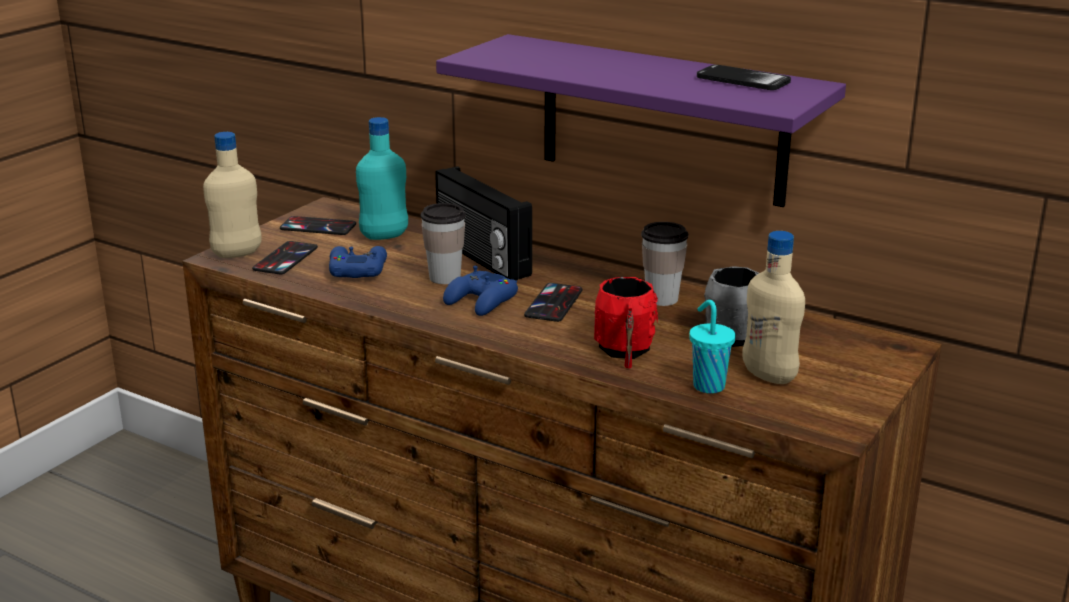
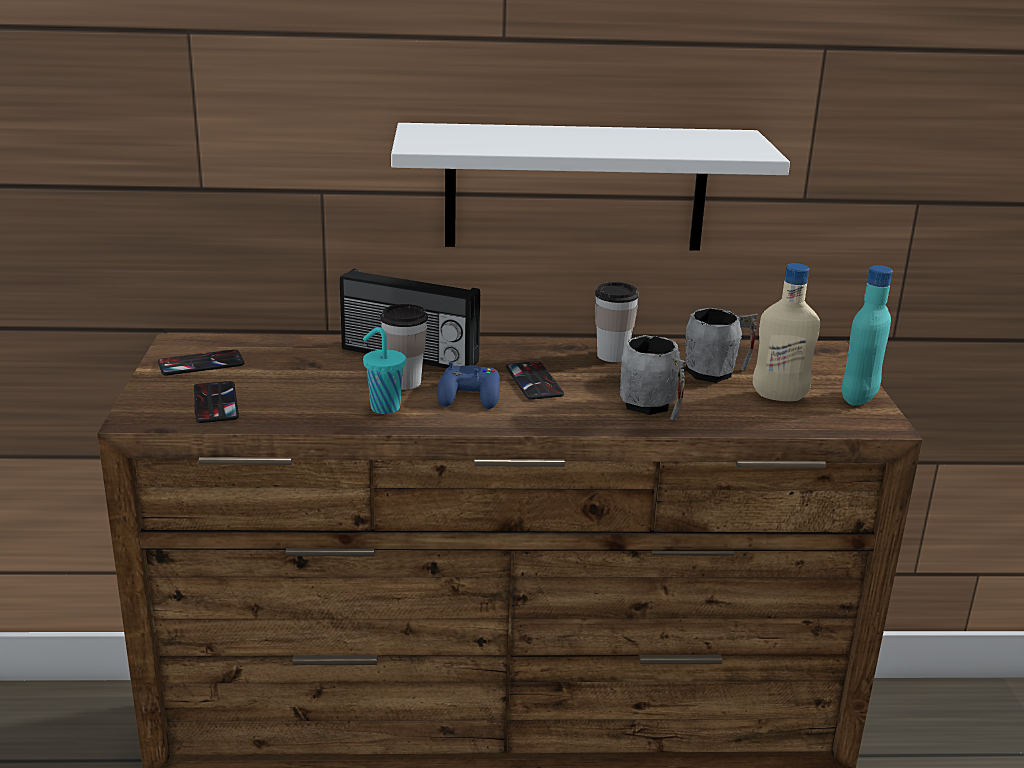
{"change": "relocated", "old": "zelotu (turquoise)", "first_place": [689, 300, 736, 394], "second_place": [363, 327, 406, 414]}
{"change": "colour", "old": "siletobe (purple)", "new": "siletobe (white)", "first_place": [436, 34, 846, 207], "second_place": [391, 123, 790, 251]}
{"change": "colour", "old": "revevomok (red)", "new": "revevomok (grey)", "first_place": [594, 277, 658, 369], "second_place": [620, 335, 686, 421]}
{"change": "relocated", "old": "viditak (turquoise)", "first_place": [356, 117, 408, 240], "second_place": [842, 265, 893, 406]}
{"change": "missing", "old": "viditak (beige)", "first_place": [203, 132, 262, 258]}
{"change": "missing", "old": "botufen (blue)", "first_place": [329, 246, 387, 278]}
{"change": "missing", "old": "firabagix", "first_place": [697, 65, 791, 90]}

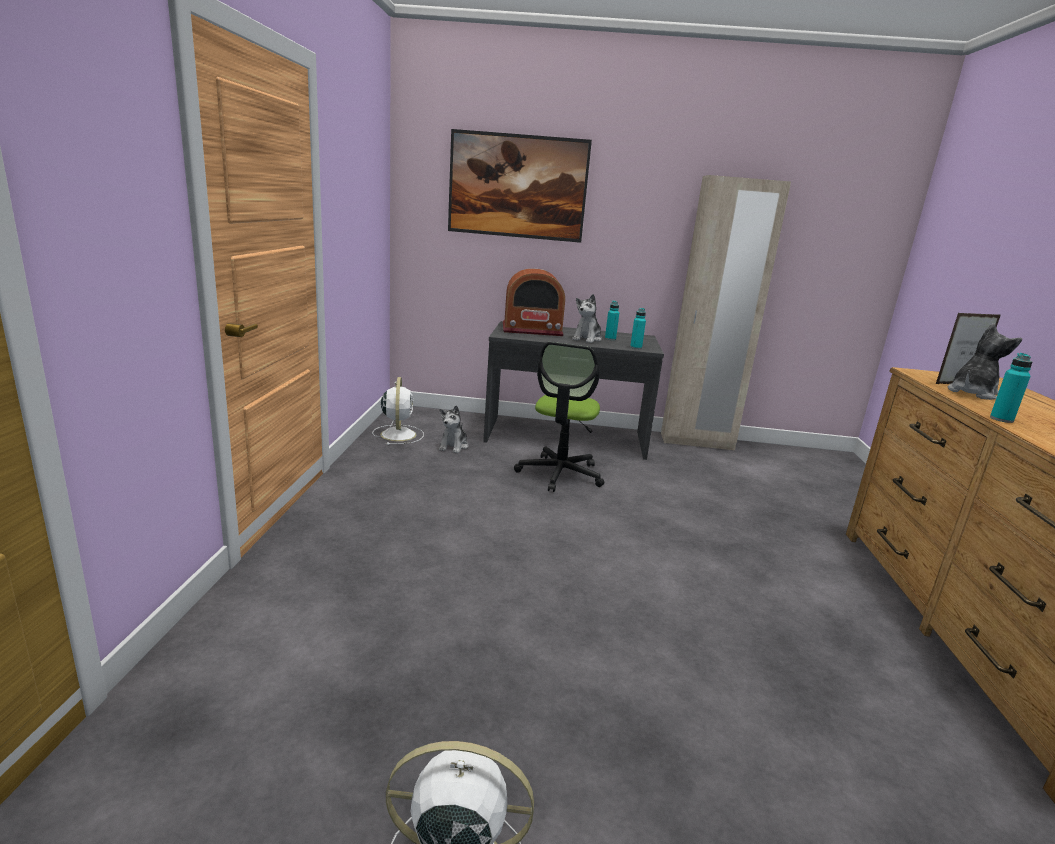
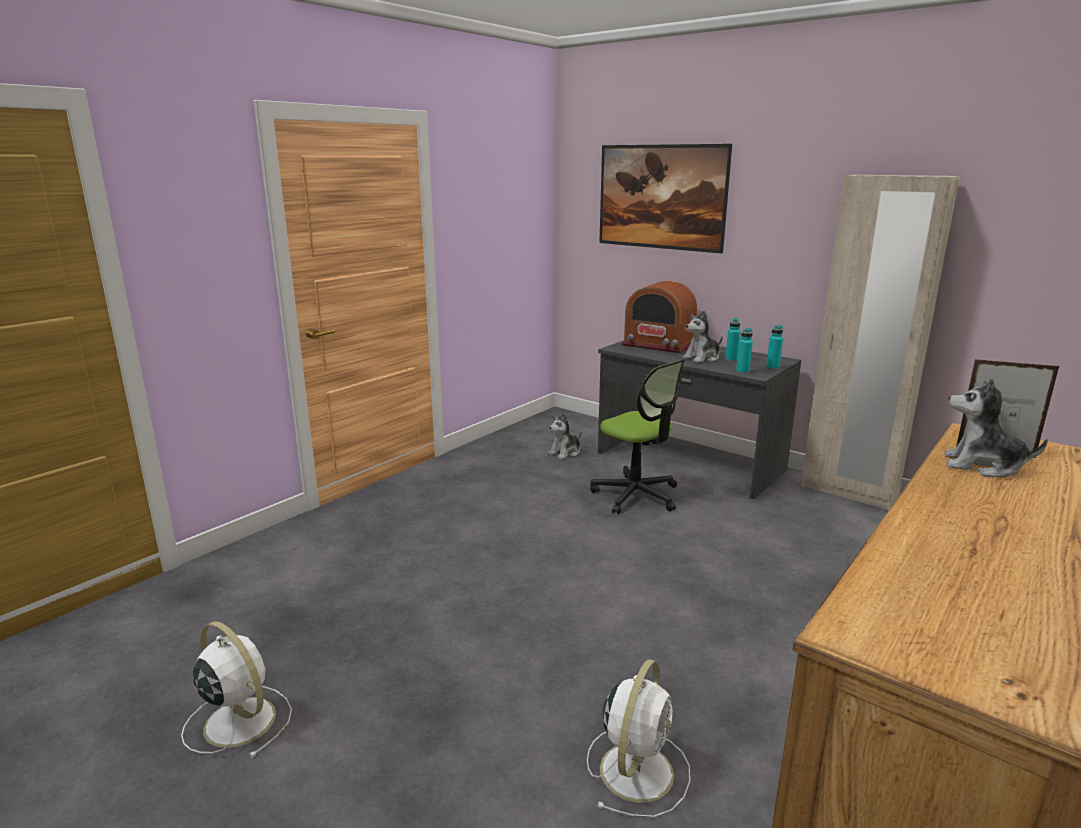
{"change": "relocated", "old": "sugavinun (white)", "first_place": [372, 377, 424, 445], "second_place": [587, 659, 690, 817]}
{"change": "spun", "old": "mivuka", "first_place": [514, 342, 604, 492], "second_place": [590, 359, 685, 514], "degrees": -90}
{"change": "relocated", "old": "viditak (turquoise)", "first_place": [990, 353, 1032, 423], "second_place": [766, 325, 783, 370]}
{"change": "spun", "old": "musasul", "first_place": [948, 323, 1022, 400], "second_place": [945, 378, 1048, 477], "degrees": -150}

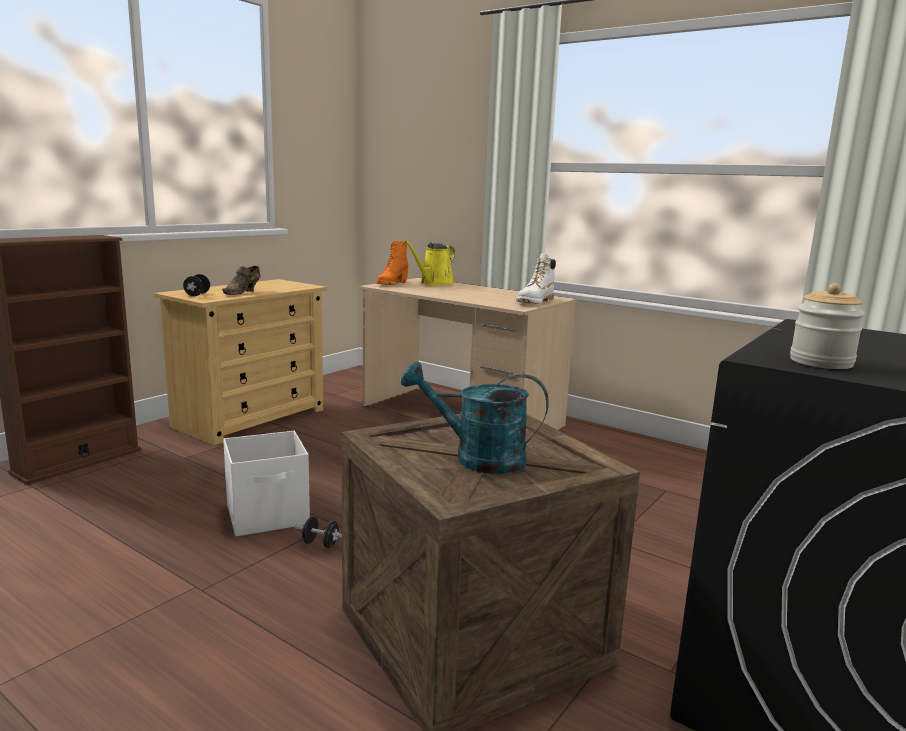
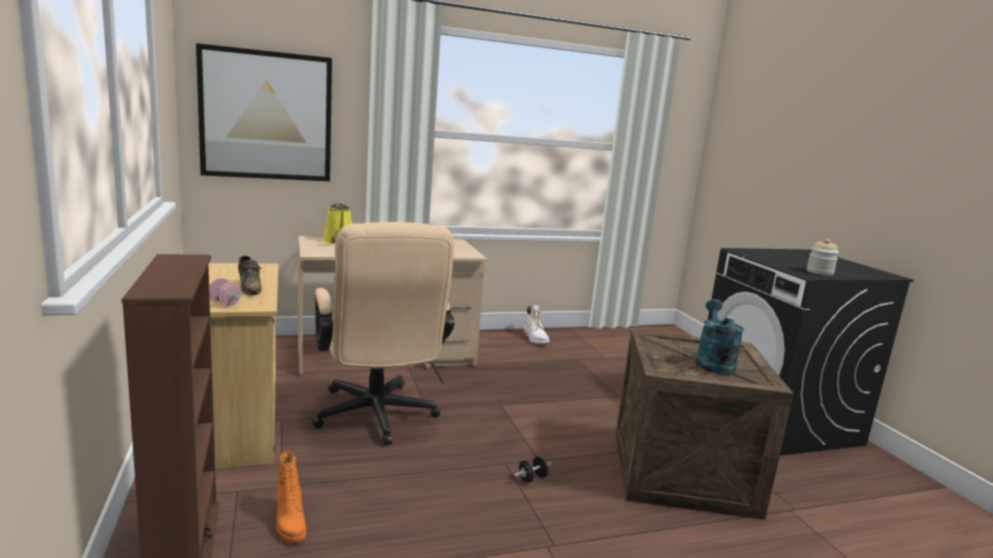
{"change": "appeared", "new": "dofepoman", "second_place": [196, 43, 332, 181]}
{"change": "colour", "old": "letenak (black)", "new": "letenak (pink)", "first_place": [183, 274, 210, 296], "second_place": [209, 278, 242, 306]}
{"change": "relocated", "old": "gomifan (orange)", "first_place": [376, 241, 408, 285], "second_place": [276, 451, 306, 543]}
{"change": "appeared", "new": "mivuka (beige)", "second_place": [312, 222, 455, 445]}
{"change": "relocated", "old": "gomifan (white)", "first_place": [516, 253, 556, 304], "second_place": [524, 305, 550, 344]}
{"change": "spun", "old": "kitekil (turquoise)", "first_place": [401, 361, 549, 474], "second_place": [695, 299, 744, 374], "degrees": 135}
{"change": "missing", "old": "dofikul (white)", "first_place": [223, 431, 310, 536]}

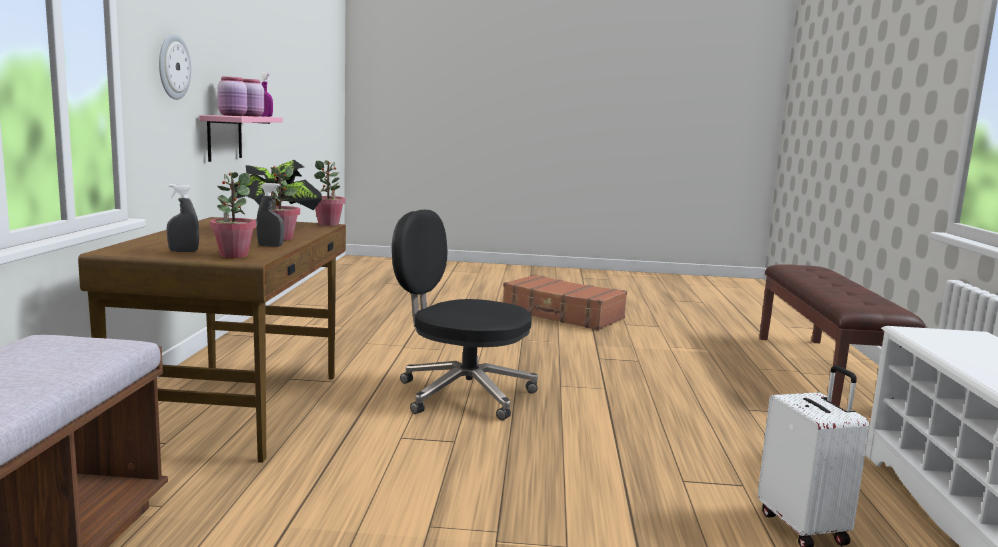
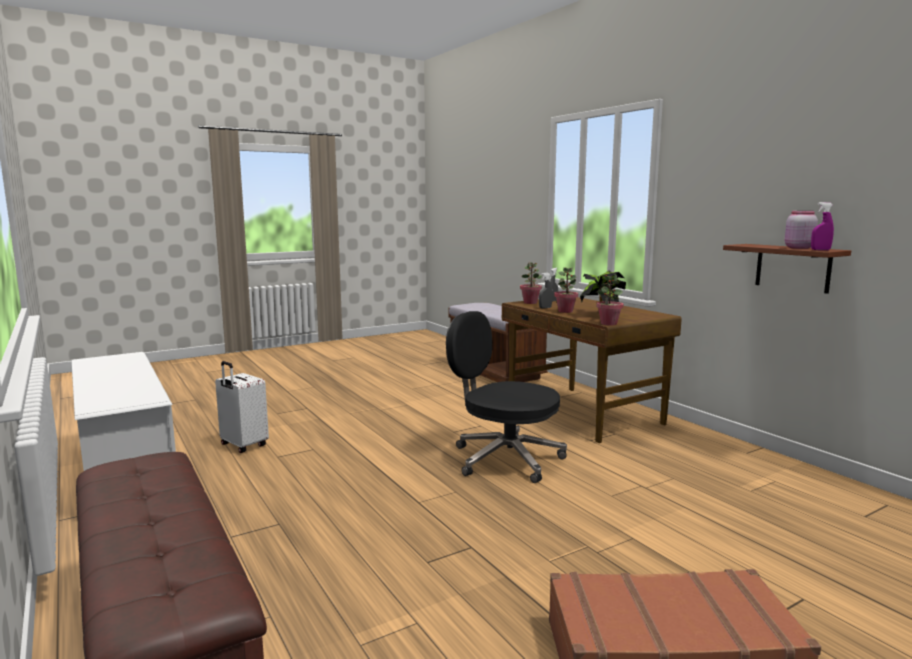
{"change": "spun", "old": "mivuka (black)", "first_place": [392, 210, 538, 420], "second_place": [446, 311, 567, 483], "degrees": -135}
{"change": "colour", "old": "siletobe (pink)", "new": "siletobe (brown)", "first_place": [199, 115, 283, 162], "second_place": [723, 244, 851, 294]}
{"change": "missing", "old": "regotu", "first_place": [159, 34, 191, 100]}
{"change": "missing", "old": "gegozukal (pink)", "first_place": [217, 77, 247, 116]}

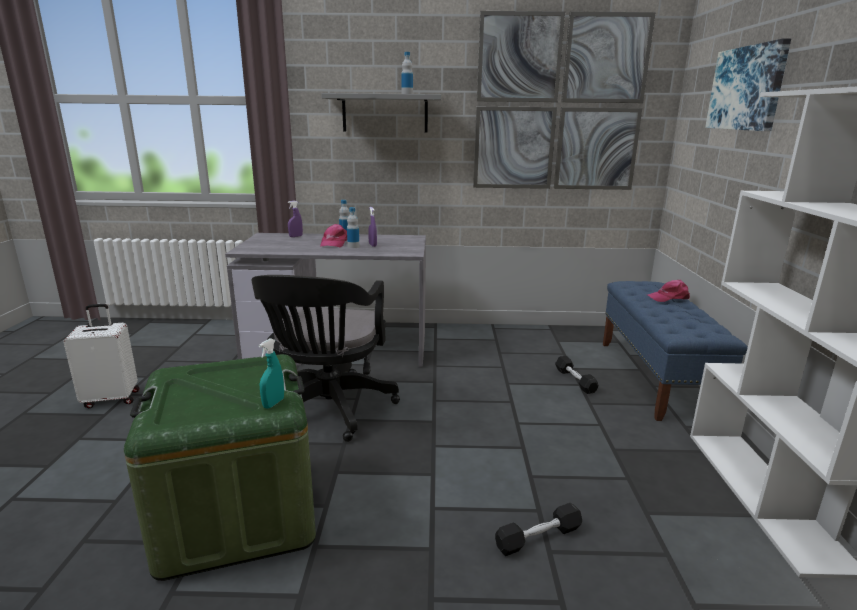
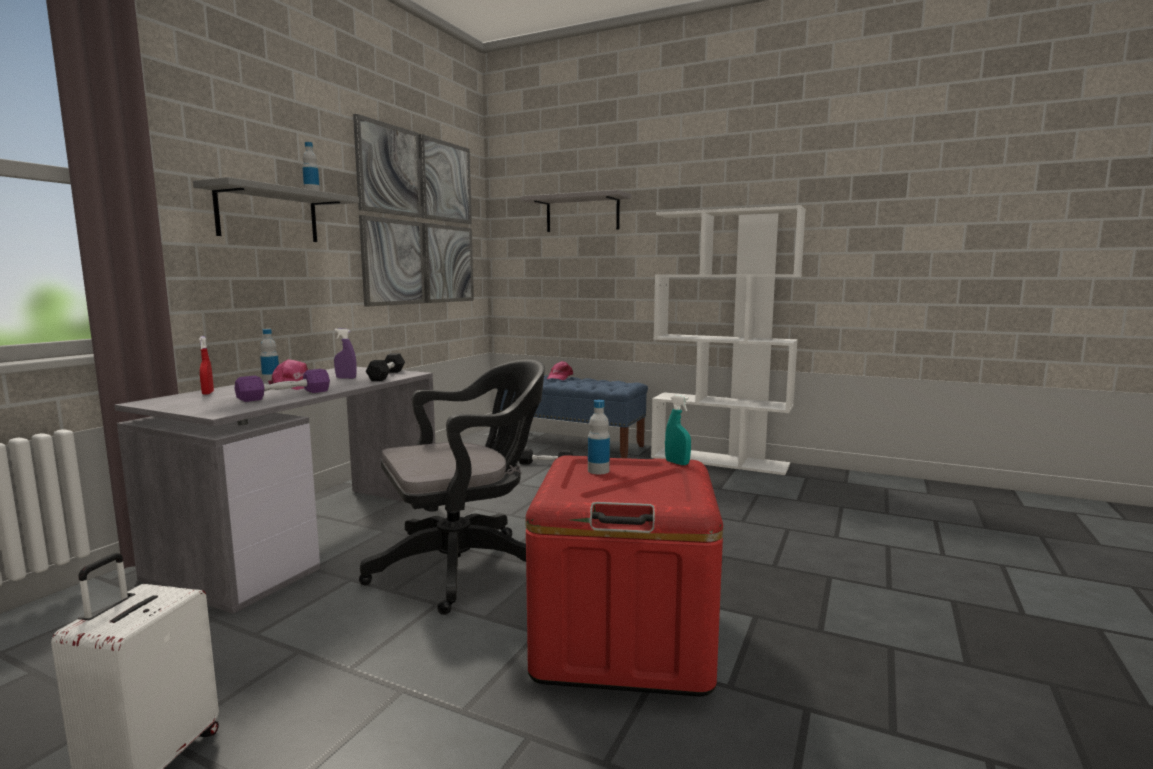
{"change": "colour", "old": "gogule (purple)", "new": "gogule (red)", "first_place": [288, 201, 303, 237], "second_place": [199, 336, 214, 395]}
{"change": "appeared", "new": "letenak (purple)", "second_place": [235, 369, 330, 402]}
{"change": "spun", "old": "mivuka (black)", "first_place": [251, 275, 400, 442], "second_place": [359, 359, 545, 615], "degrees": -60}
{"change": "relocated", "old": "letenak (black)", "first_place": [495, 503, 582, 556], "second_place": [366, 353, 405, 381]}
{"change": "exchanged", "old": "dofepoman", "new": "siletobe (grey)", "first_place": [705, 38, 791, 131], "second_place": [520, 190, 631, 232]}
{"change": "colour", "old": "dofikul (green)", "new": "dofikul (red)", "first_place": [124, 354, 316, 581], "second_place": [526, 455, 723, 697]}
{"change": "relocated", "old": "viditak", "first_place": [347, 207, 359, 248], "second_place": [588, 400, 610, 474]}

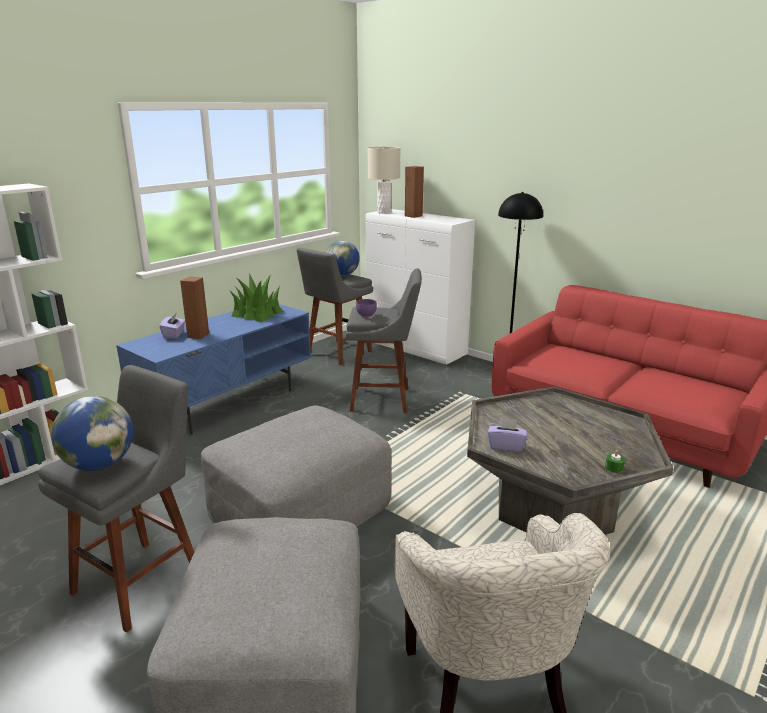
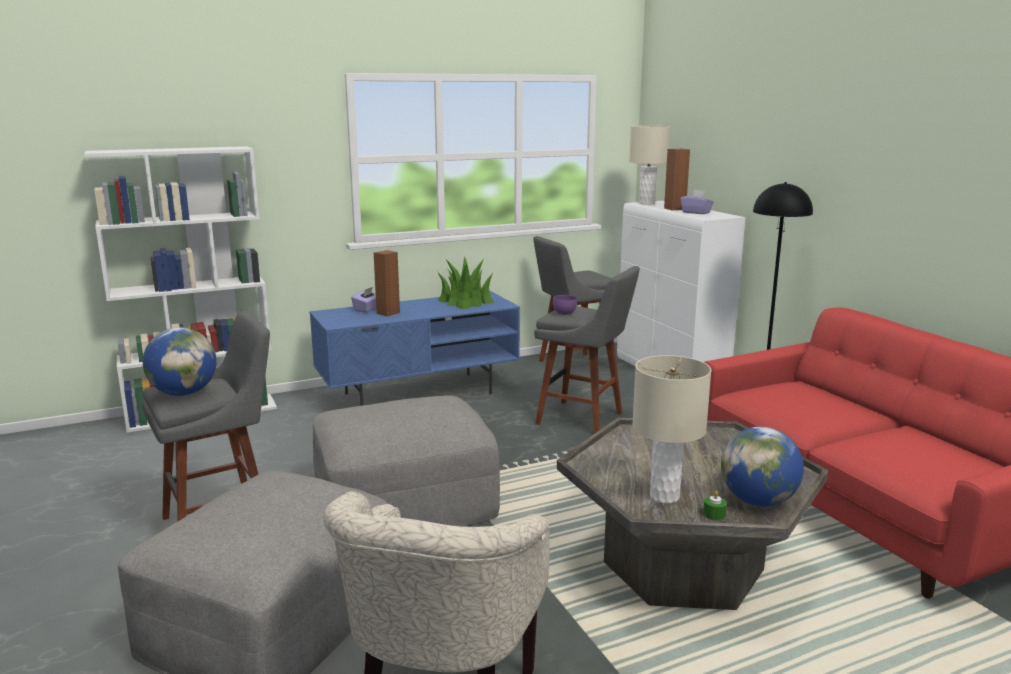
{"change": "appeared", "new": "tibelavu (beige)", "second_place": [632, 355, 711, 504]}
{"change": "relocated", "old": "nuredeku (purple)", "first_place": [488, 418, 527, 452], "second_place": [680, 190, 714, 214]}
{"change": "relocated", "old": "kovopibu", "first_place": [326, 241, 360, 276], "second_place": [721, 427, 804, 507]}

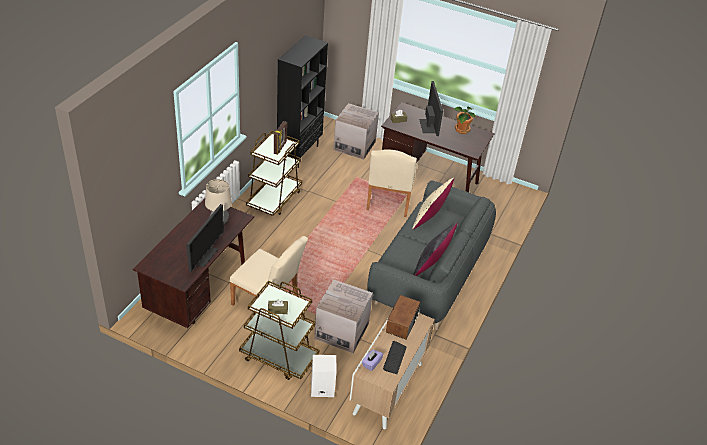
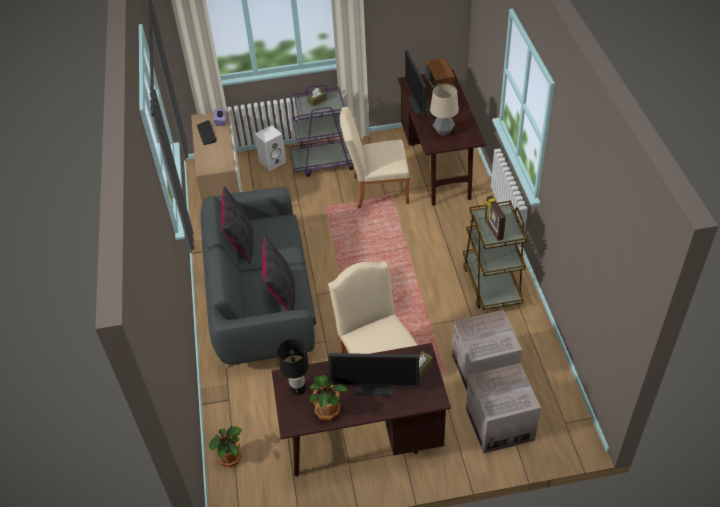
{"change": "appeared", "new": "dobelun", "second_place": [209, 426, 242, 467]}
{"change": "colour", "old": "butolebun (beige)", "new": "butolebun (black)", "first_place": [412, 178, 454, 230], "second_place": [262, 235, 295, 311]}
{"change": "appeared", "new": "tibelavu (black)", "second_place": [277, 339, 309, 395]}
{"change": "colour", "old": "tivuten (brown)", "new": "tivuten (purple)", "first_place": [239, 281, 319, 380], "second_place": [290, 84, 353, 177]}
{"change": "spun", "old": "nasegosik", "first_place": [419, 81, 443, 136], "second_place": [328, 353, 419, 396], "degrees": -45}
{"change": "relocated", "old": "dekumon", "first_place": [386, 295, 421, 339], "second_place": [425, 58, 455, 90]}
{"change": "relocated", "old": "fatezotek", "first_place": [314, 279, 373, 353], "second_place": [452, 310, 522, 391]}
{"change": "missing", "old": "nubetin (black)", "first_place": [277, 35, 328, 168]}

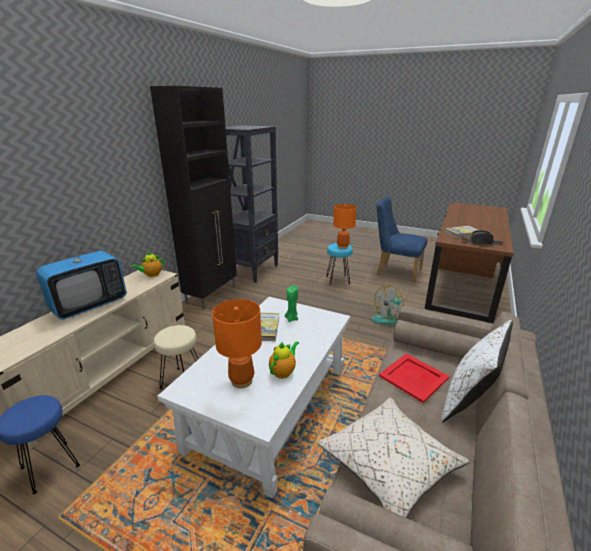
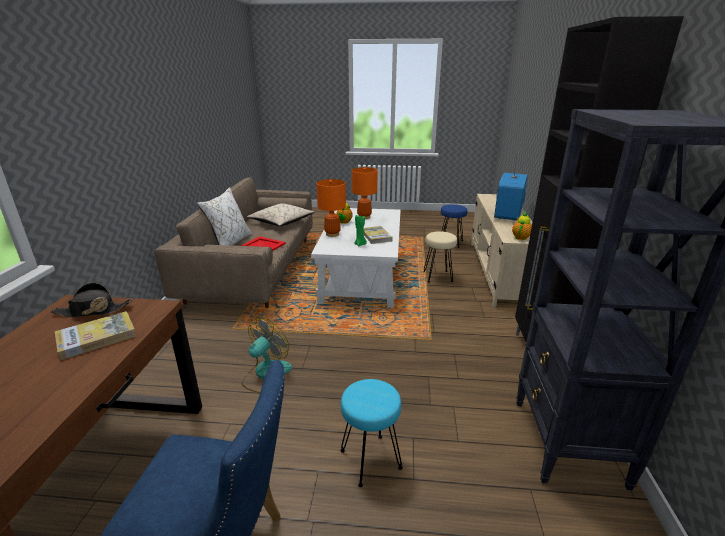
{"change": "relocated", "old": "tibelavu (orange)", "first_place": [333, 204, 357, 249], "second_place": [316, 179, 346, 237]}

